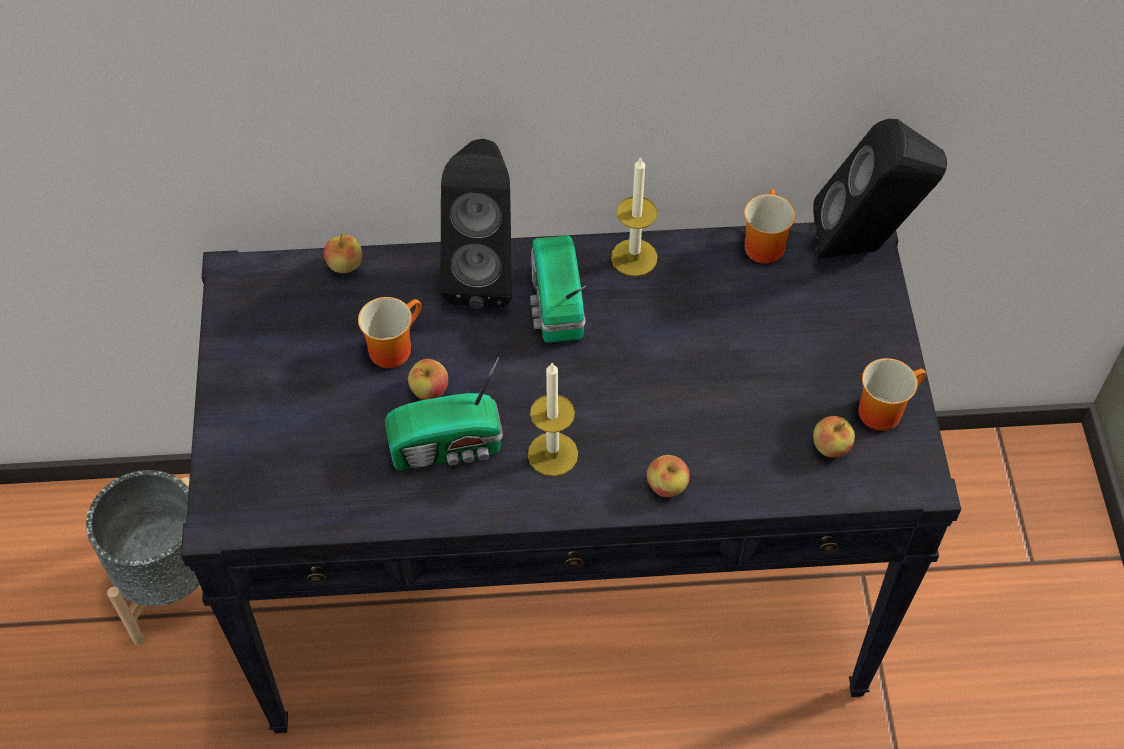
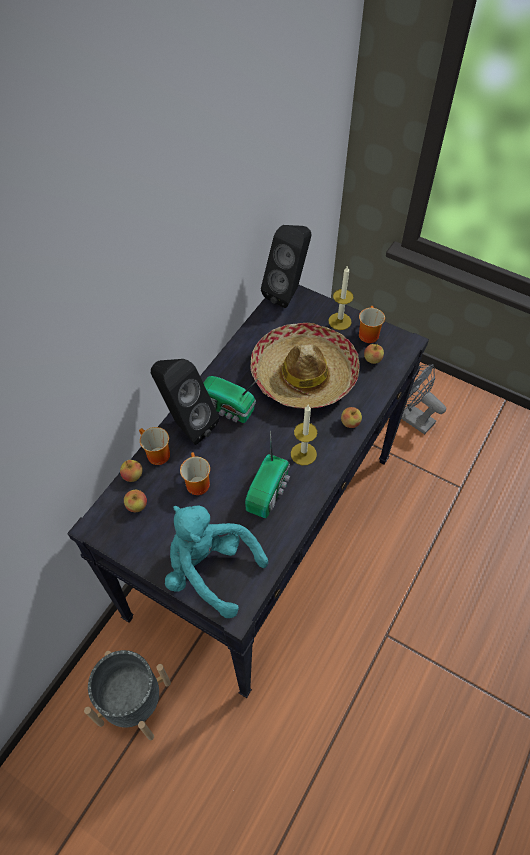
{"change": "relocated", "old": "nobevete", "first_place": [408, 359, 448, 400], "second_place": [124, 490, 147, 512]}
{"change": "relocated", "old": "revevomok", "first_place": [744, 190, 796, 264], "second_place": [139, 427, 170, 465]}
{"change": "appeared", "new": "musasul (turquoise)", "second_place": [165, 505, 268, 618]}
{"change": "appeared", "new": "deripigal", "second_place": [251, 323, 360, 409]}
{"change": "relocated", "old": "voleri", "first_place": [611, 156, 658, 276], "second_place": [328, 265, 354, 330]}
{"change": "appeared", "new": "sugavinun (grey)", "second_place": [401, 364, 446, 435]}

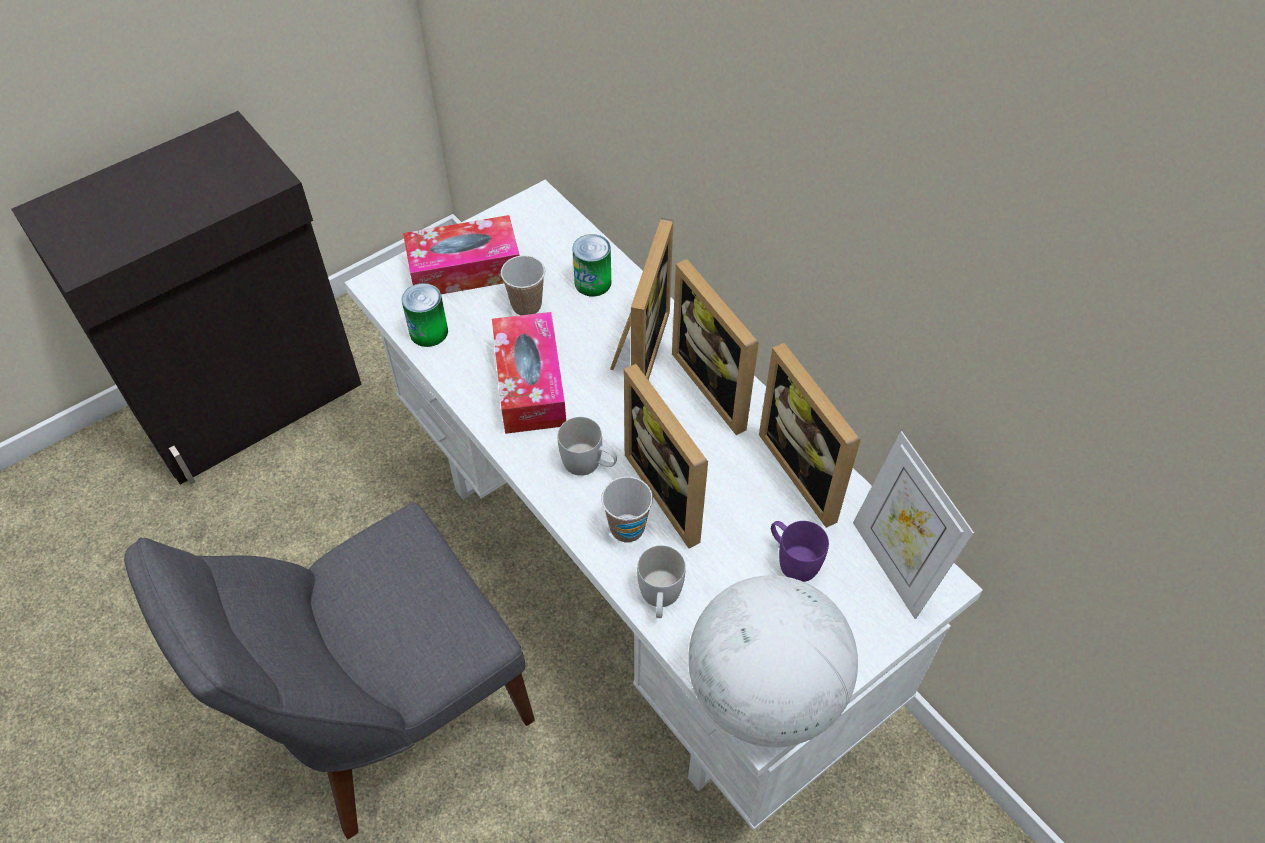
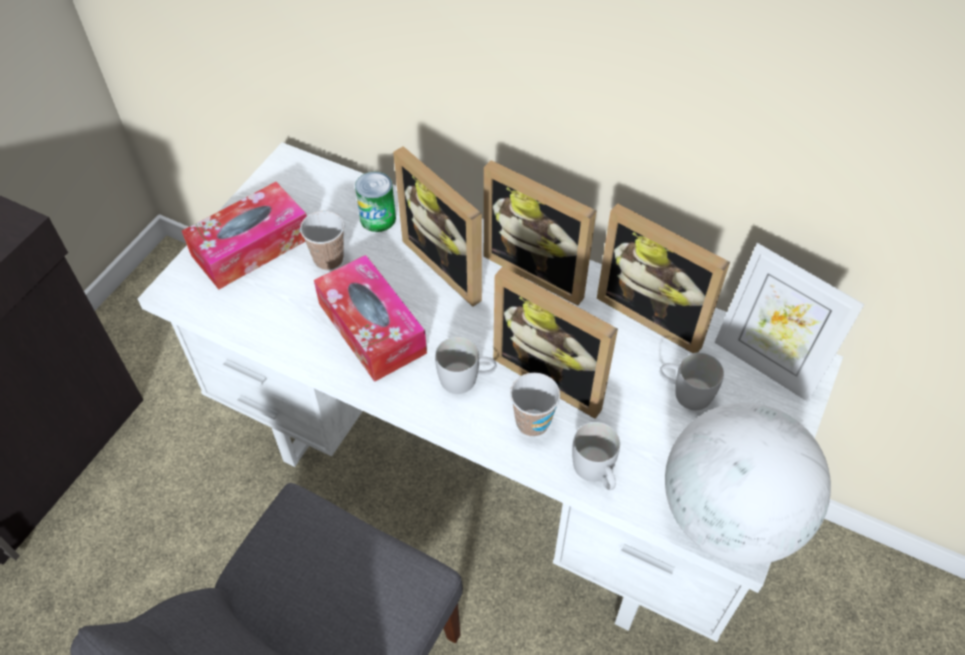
{"change": "spun", "old": "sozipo", "first_place": [610, 218, 673, 380], "second_place": [393, 146, 482, 307], "degrees": 150}
{"change": "colour", "old": "revevomok (purple)", "new": "revevomok (white)", "first_place": [771, 521, 829, 582], "second_place": [660, 353, 724, 410]}
{"change": "missing", "old": "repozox", "first_place": [402, 283, 448, 347]}

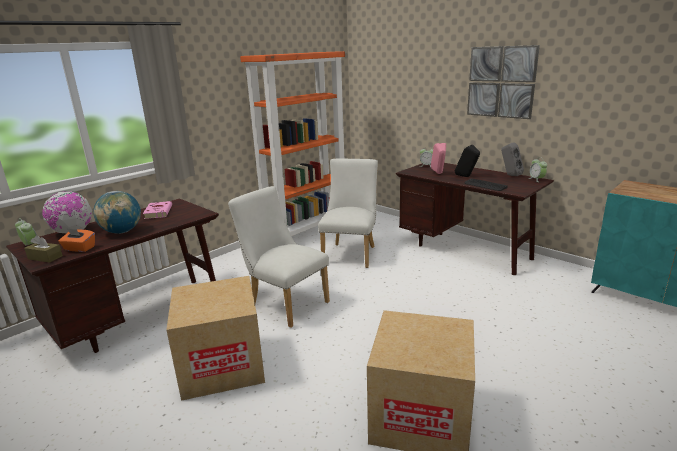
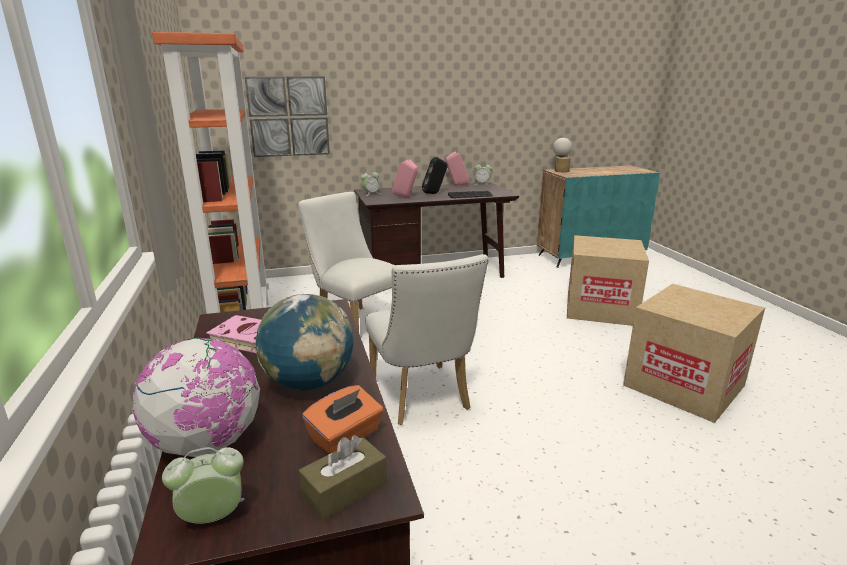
{"change": "relocated", "old": "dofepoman", "first_place": [467, 45, 540, 119], "second_place": [245, 76, 330, 157]}
{"change": "spun", "old": "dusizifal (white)", "first_place": [228, 186, 330, 328], "second_place": [365, 254, 488, 425], "degrees": -90}
{"change": "colour", "old": "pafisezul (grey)", "new": "pafisezul (pink)", "first_place": [501, 142, 524, 176], "second_place": [445, 151, 469, 186]}
{"change": "appeared", "new": "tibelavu", "second_place": [553, 138, 572, 172]}
{"change": "relocated", "old": "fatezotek", "first_place": [166, 276, 265, 401], "second_place": [567, 235, 649, 326]}

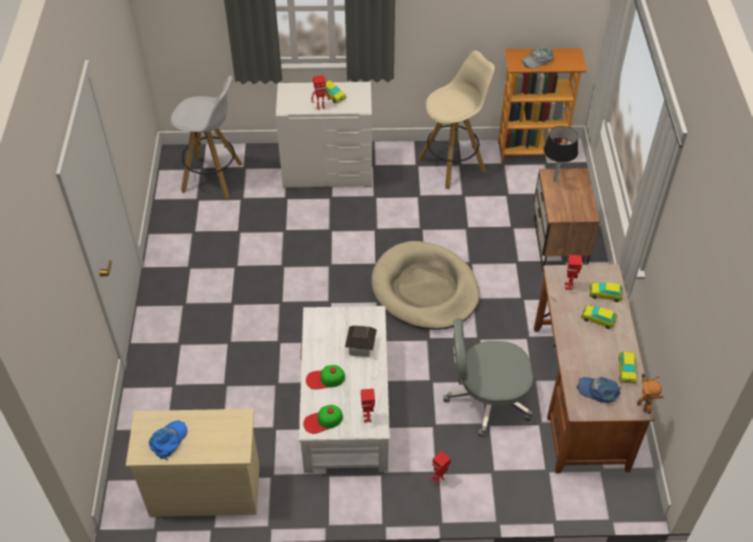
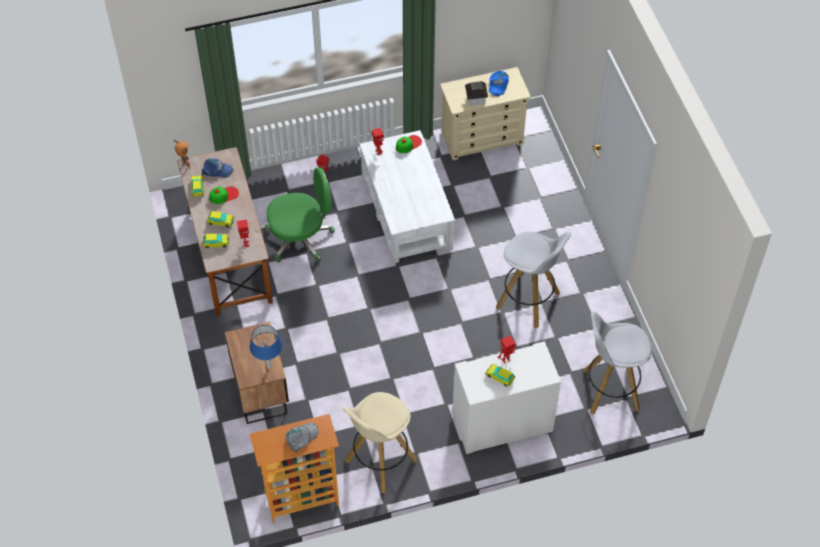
{"change": "relocated", "old": "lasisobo", "first_place": [306, 365, 345, 390], "second_place": [209, 186, 239, 204]}
{"change": "colour", "old": "tibelavu (black)", "new": "tibelavu (blue)", "first_place": [543, 126, 578, 182], "second_place": [250, 325, 282, 369]}
{"change": "colour", "old": "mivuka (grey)", "new": "mivuka (green)", "first_place": [443, 318, 533, 437], "second_place": [265, 167, 335, 263]}
{"change": "relocated", "old": "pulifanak", "first_place": [345, 325, 377, 357], "second_place": [465, 81, 488, 106]}
{"change": "appeared", "new": "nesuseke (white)", "second_place": [496, 232, 571, 329]}
{"change": "missing", "old": "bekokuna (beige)", "first_place": [371, 241, 480, 330]}

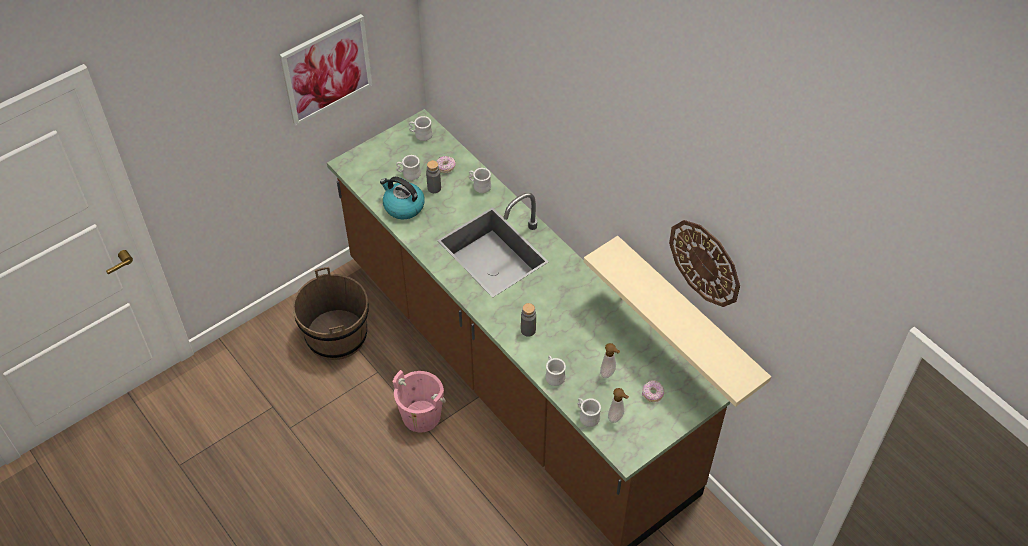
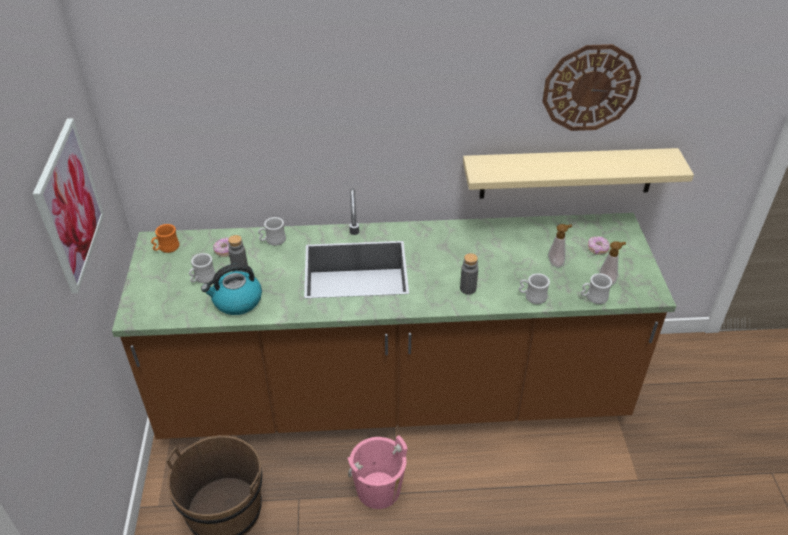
{"change": "colour", "old": "revevomok (white)", "new": "revevomok (orange)", "first_place": [409, 116, 432, 141], "second_place": [151, 224, 180, 253]}

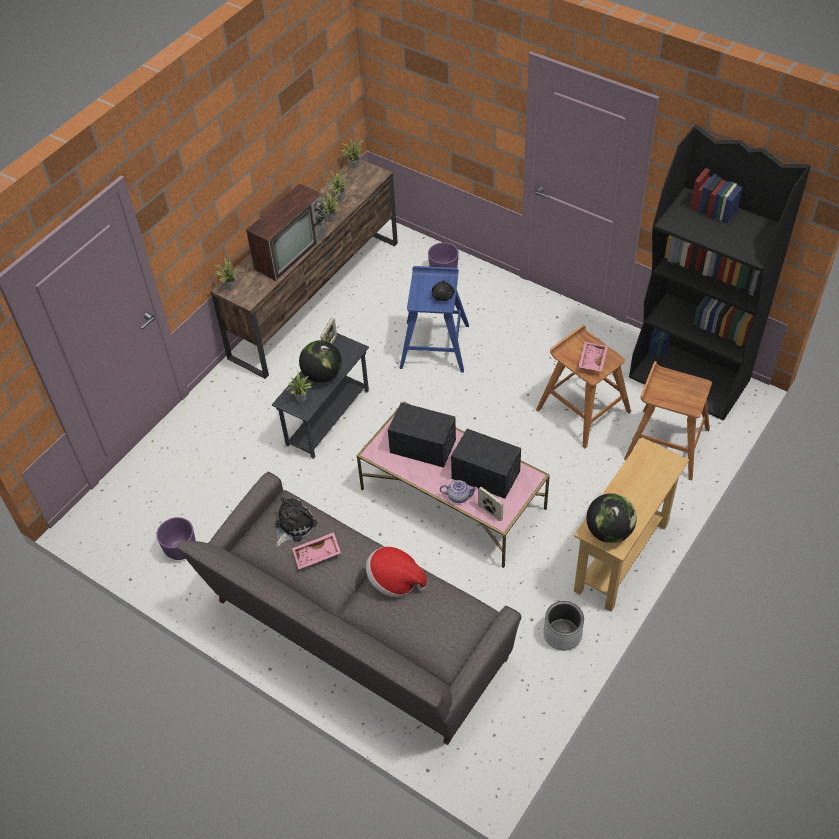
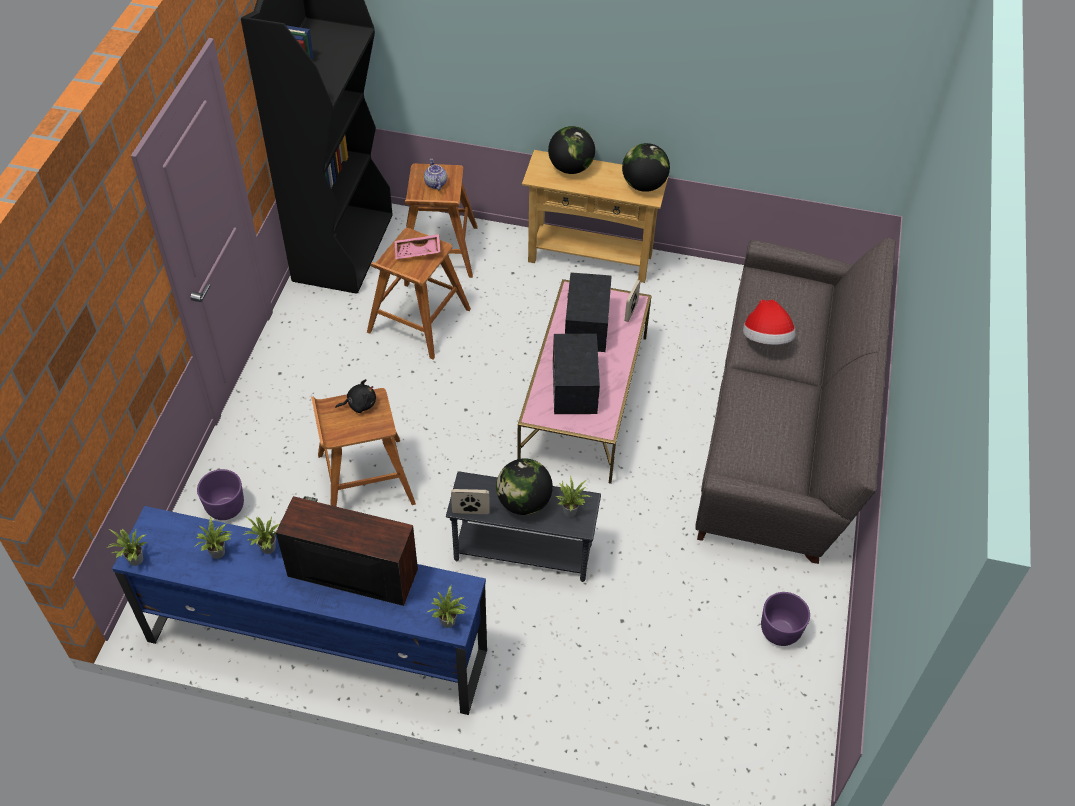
{"change": "colour", "old": "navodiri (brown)", "new": "navodiri (blue)", "first_place": [210, 159, 398, 379], "second_place": [112, 506, 487, 715]}
{"change": "colour", "old": "nesuseke (blue)", "new": "nesuseke (brown)", "first_place": [399, 266, 469, 373], "second_place": [311, 388, 416, 507]}
{"change": "relocated", "old": "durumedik", "first_place": [440, 480, 478, 503], "second_place": [424, 158, 447, 190]}
{"change": "appeared", "new": "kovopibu", "second_place": [548, 126, 595, 174]}
{"change": "missing", "old": "musasul", "first_place": [275, 498, 317, 547]}
{"change": "missing", "old": "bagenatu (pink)", "first_place": [292, 532, 341, 569]}
{"change": "missing", "old": "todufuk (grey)", "first_place": [544, 601, 584, 651]}

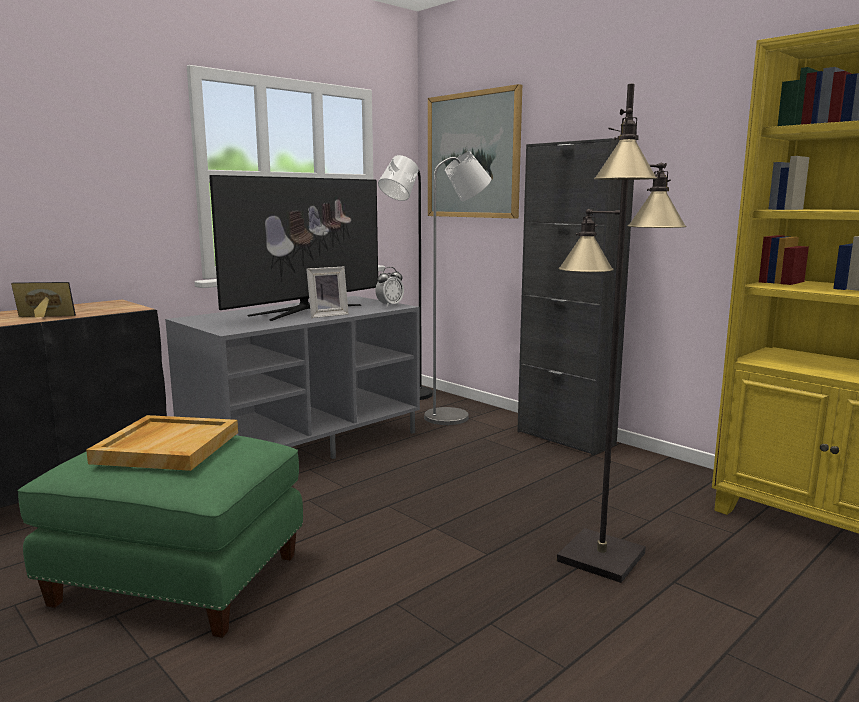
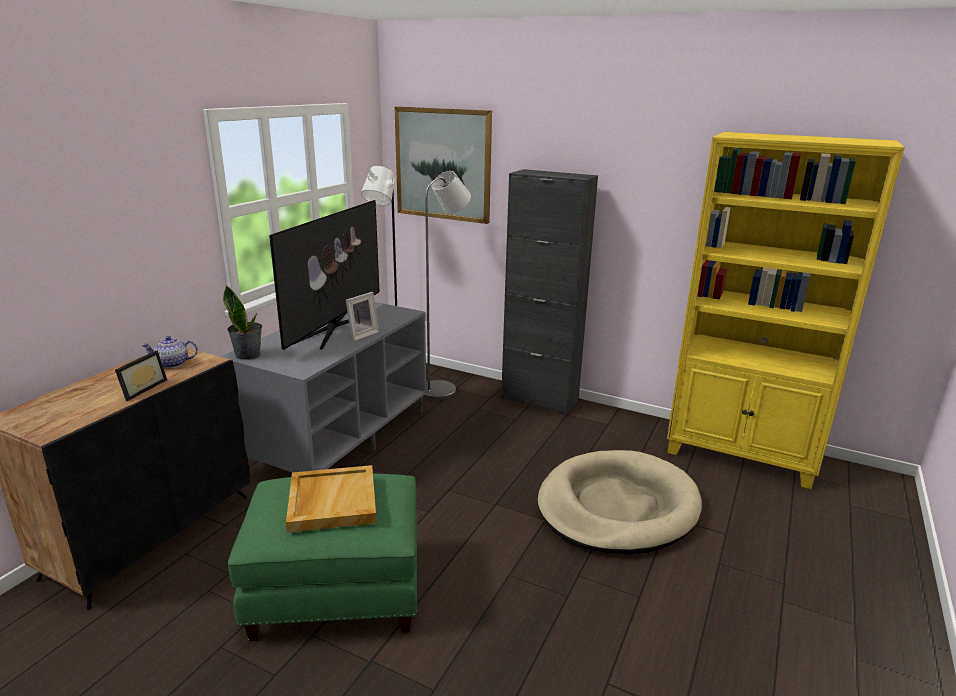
{"change": "spun", "old": "sozipo", "first_place": [11, 282, 76, 317], "second_place": [115, 351, 167, 401], "degrees": 135}
{"change": "appeared", "new": "durumedik", "second_place": [141, 336, 198, 368]}
{"change": "appeared", "new": "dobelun", "second_place": [223, 285, 262, 360]}
{"change": "exchanged", "old": "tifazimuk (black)", "new": "bekokuna (beige)", "first_place": [557, 83, 687, 583], "second_place": [538, 450, 702, 555]}
{"change": "missing", "old": "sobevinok", "first_place": [375, 267, 404, 307]}

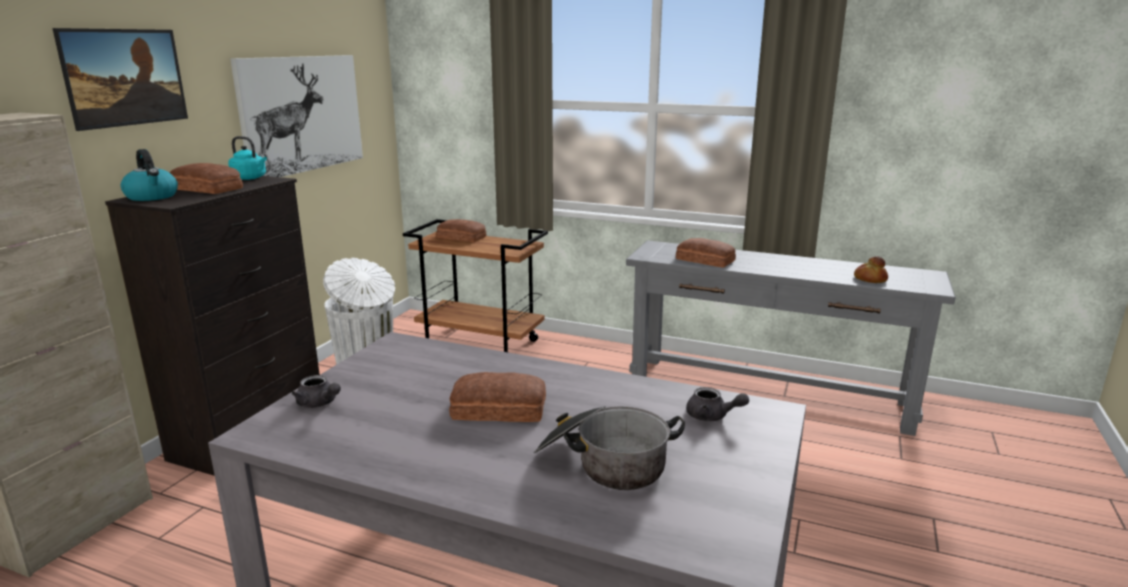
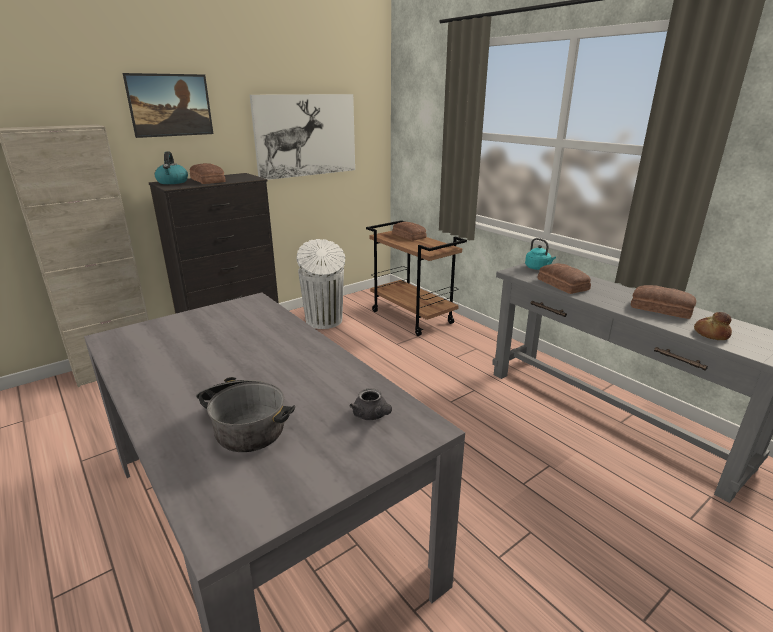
{"change": "relocated", "old": "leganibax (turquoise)", "first_place": [228, 136, 267, 180], "second_place": [525, 238, 556, 270]}
{"change": "relocated", "old": "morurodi", "first_place": [449, 372, 546, 422], "second_place": [631, 285, 696, 319]}
{"change": "missing", "old": "durumedik (grey)", "first_place": [292, 375, 341, 408]}

